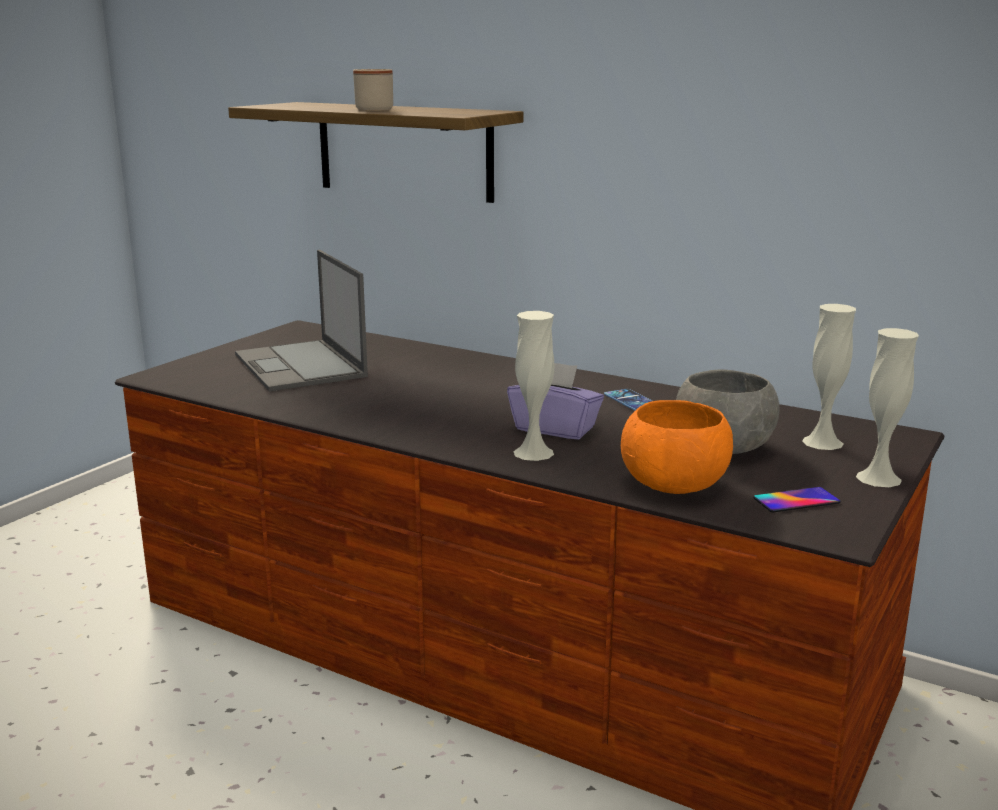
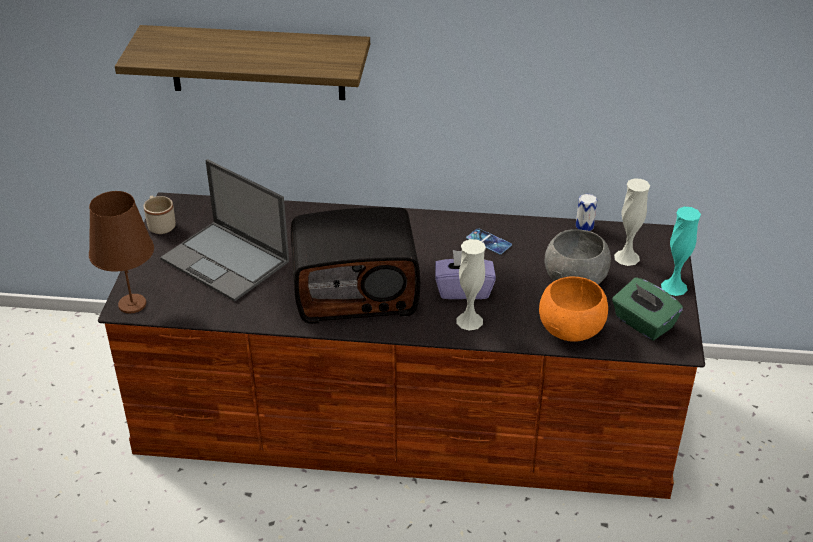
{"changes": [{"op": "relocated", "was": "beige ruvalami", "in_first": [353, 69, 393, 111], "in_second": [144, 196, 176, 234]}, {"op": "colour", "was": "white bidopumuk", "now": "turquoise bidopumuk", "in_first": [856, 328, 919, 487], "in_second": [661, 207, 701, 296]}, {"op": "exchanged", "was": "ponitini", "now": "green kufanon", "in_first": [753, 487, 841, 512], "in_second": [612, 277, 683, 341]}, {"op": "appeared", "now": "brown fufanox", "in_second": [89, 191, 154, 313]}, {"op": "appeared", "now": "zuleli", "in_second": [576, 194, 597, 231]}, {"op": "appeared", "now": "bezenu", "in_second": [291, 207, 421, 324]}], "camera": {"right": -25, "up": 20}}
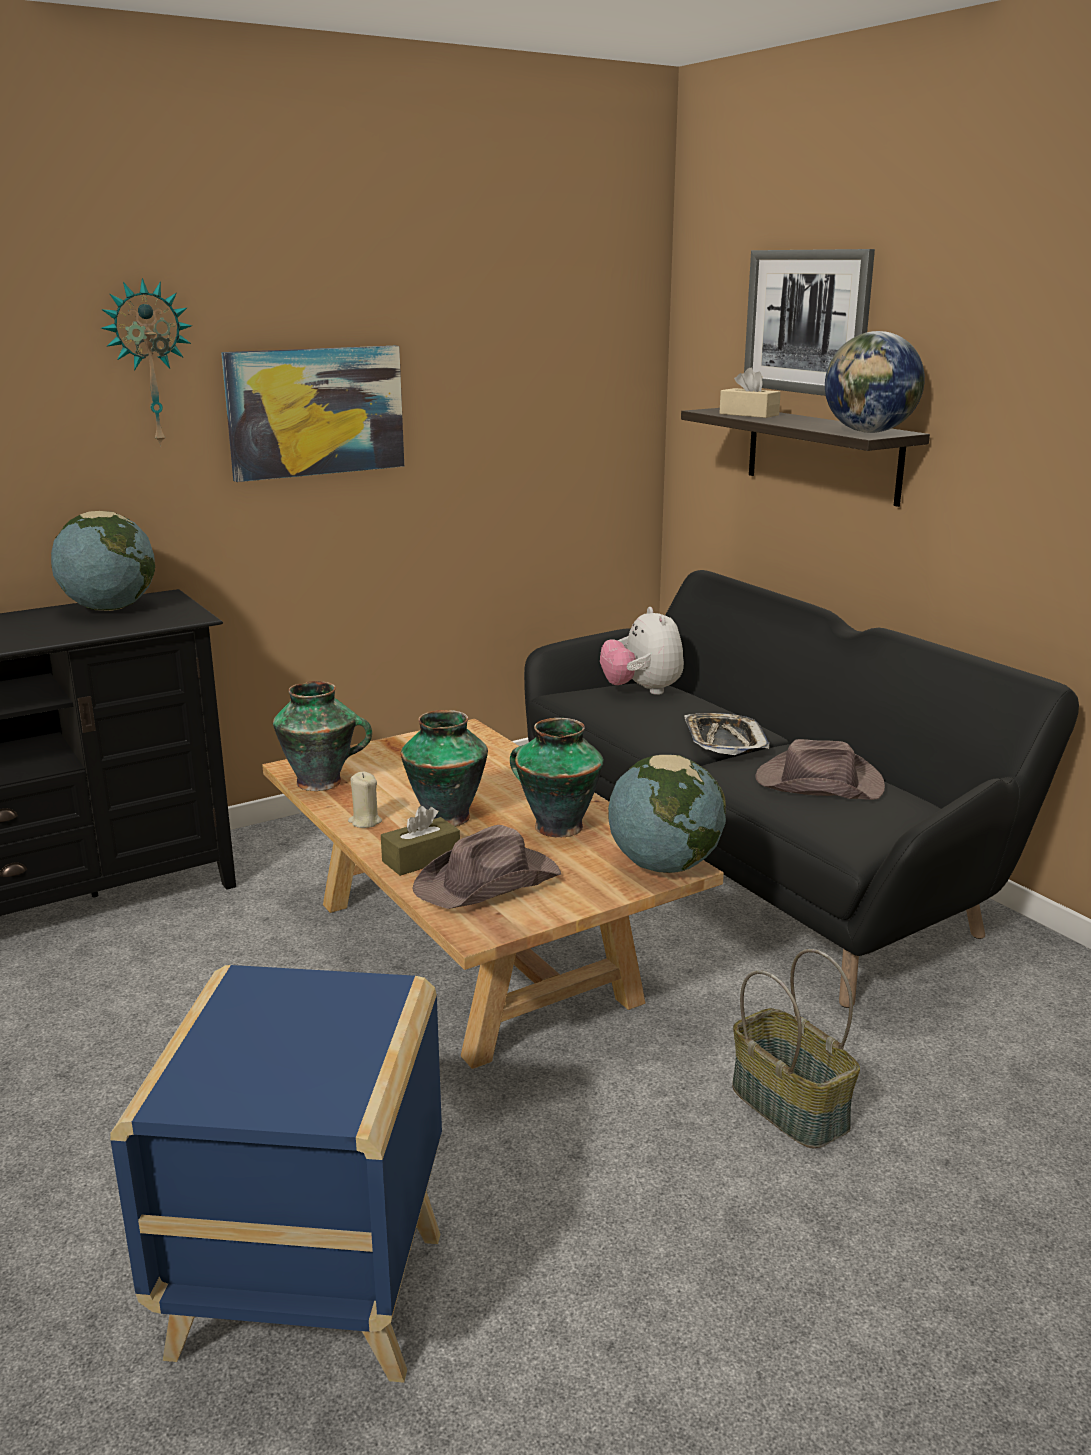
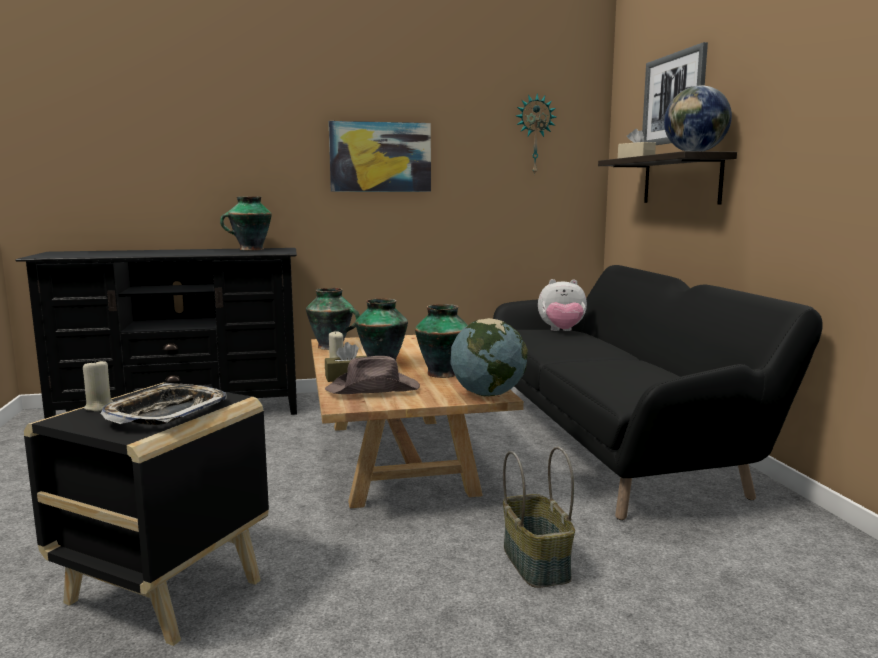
{"changes": [{"op": "relocated", "was": "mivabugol", "in_first": [101, 278, 192, 447], "in_second": [516, 94, 556, 176]}, {"op": "exchanged", "was": "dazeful", "now": "bidopumuk", "in_first": [51, 511, 155, 611], "in_second": [220, 197, 272, 250]}, {"op": "spun", "was": "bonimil", "in_first": [600, 607, 684, 695], "in_second": [538, 279, 587, 331], "clockwise": -90}, {"op": "relocated", "was": "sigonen", "in_first": [684, 713, 769, 755], "in_second": [100, 384, 227, 425]}, {"op": "missing", "was": "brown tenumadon", "in_first": [755, 739, 885, 800]}, {"op": "colour", "was": "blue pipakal", "now": "black pipakal", "in_first": [110, 965, 442, 1383], "in_second": [24, 382, 269, 646]}, {"op": "appeared", "now": "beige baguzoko", "in_second": [83, 359, 114, 412]}], "camera": {"right": 20, "up": -10}}
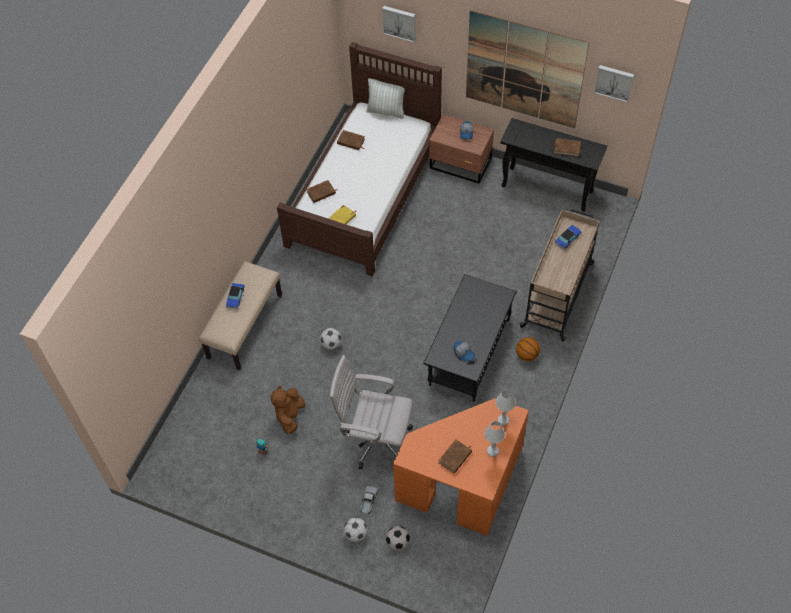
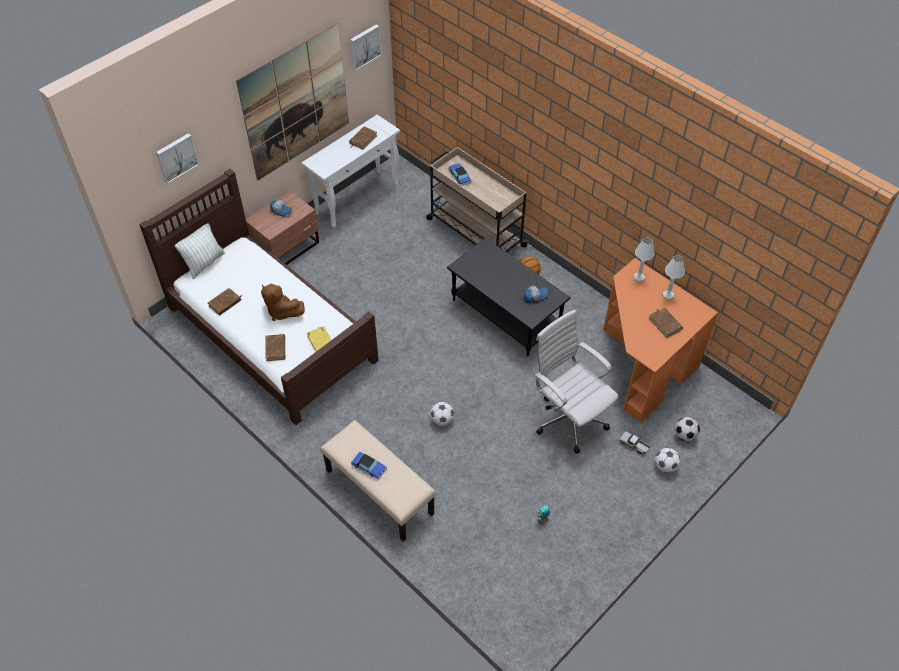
{"changes": [{"op": "colour", "was": "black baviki", "now": "white baviki", "in_first": [500, 118, 607, 212], "in_second": [302, 115, 400, 228]}, {"op": "spun", "was": "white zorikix", "in_first": [330, 355, 413, 469], "in_second": [534, 310, 619, 454], "clockwise": 105}, {"op": "relocated", "was": "brown bonimil", "in_first": [271, 386, 305, 434], "in_second": [261, 284, 305, 321]}], "camera": {"right": -70, "up": -5}}
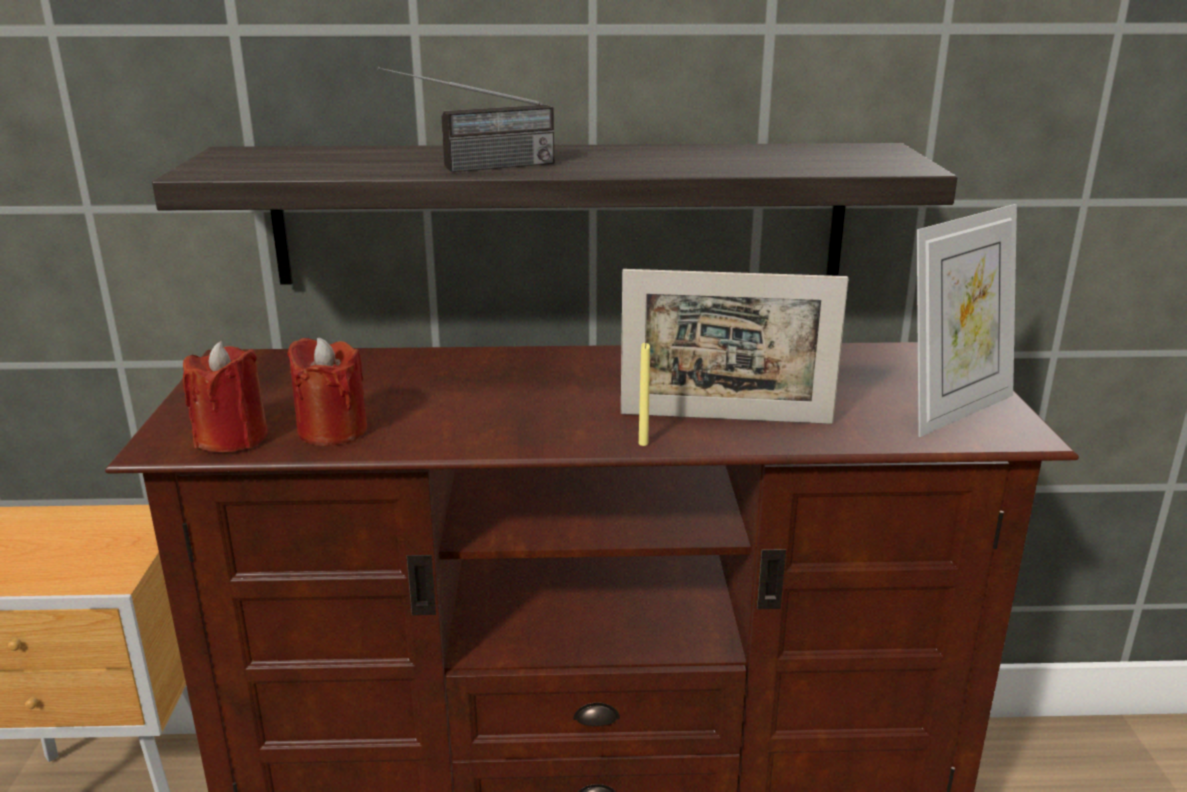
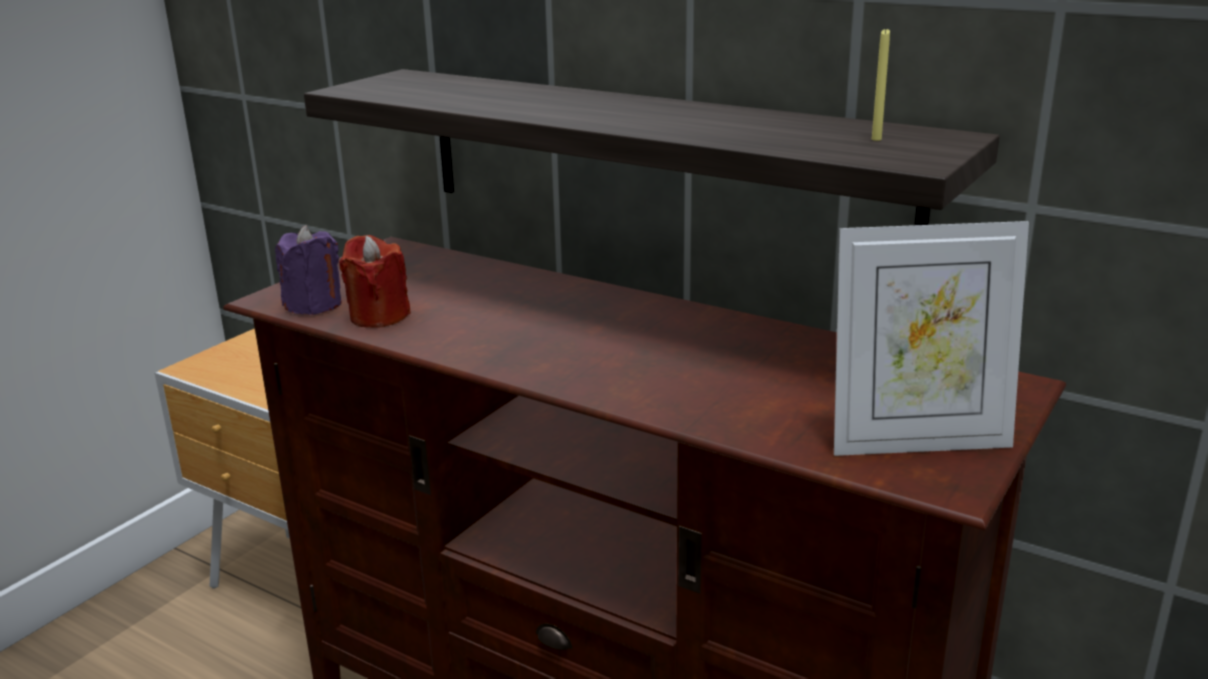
{"changes": [{"op": "missing", "was": "bezenu", "in_first": [378, 67, 554, 172]}, {"op": "missing", "was": "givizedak", "in_first": [621, 269, 849, 424]}, {"op": "colour", "was": "red baguzoko", "now": "purple baguzoko", "in_first": [183, 341, 268, 452], "in_second": [275, 225, 341, 315]}, {"op": "relocated", "was": "yellow baguzoko", "in_first": [639, 343, 650, 446], "in_second": [872, 29, 890, 141]}], "camera": {"right": 35, "up": 0}}
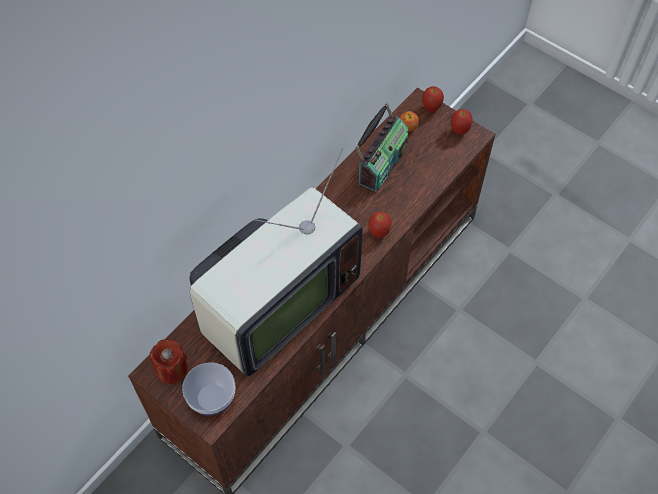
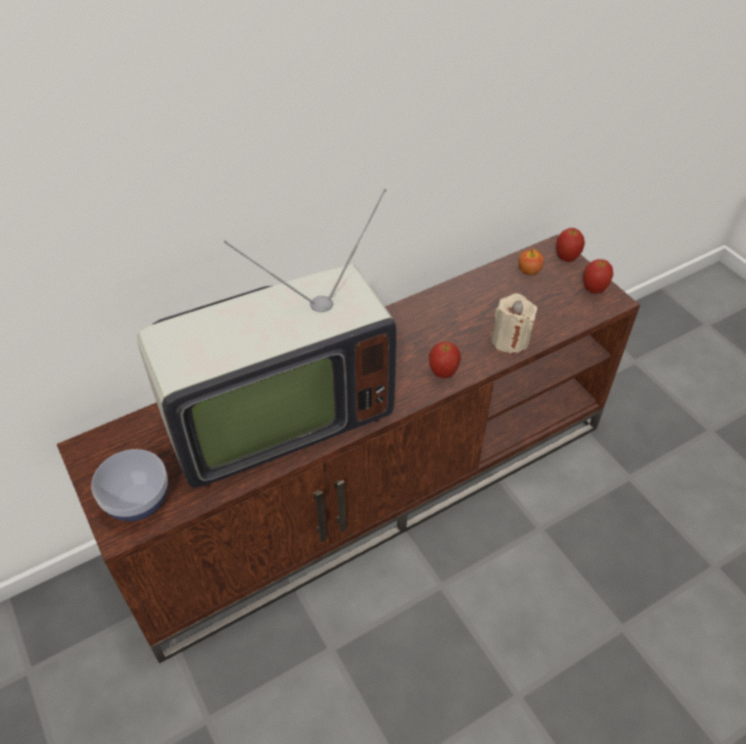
{"changes": [{"op": "missing", "was": "bezenu", "in_first": [355, 103, 409, 192]}, {"op": "missing", "was": "red baguzoko", "in_first": [149, 339, 188, 384]}, {"op": "appeared", "now": "beige baguzoko", "in_second": [492, 293, 537, 354]}], "camera": {"right": 20, "up": -10}}
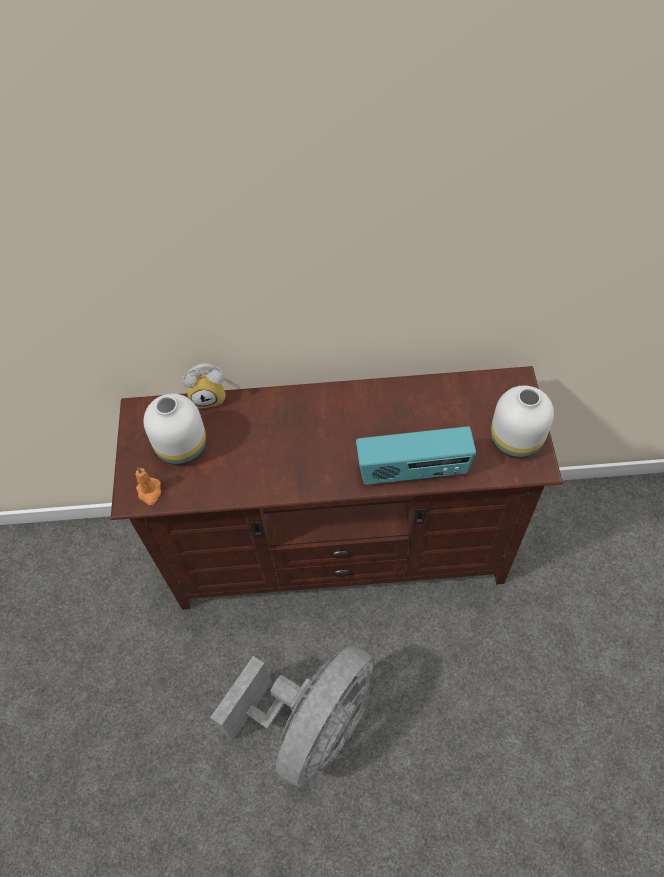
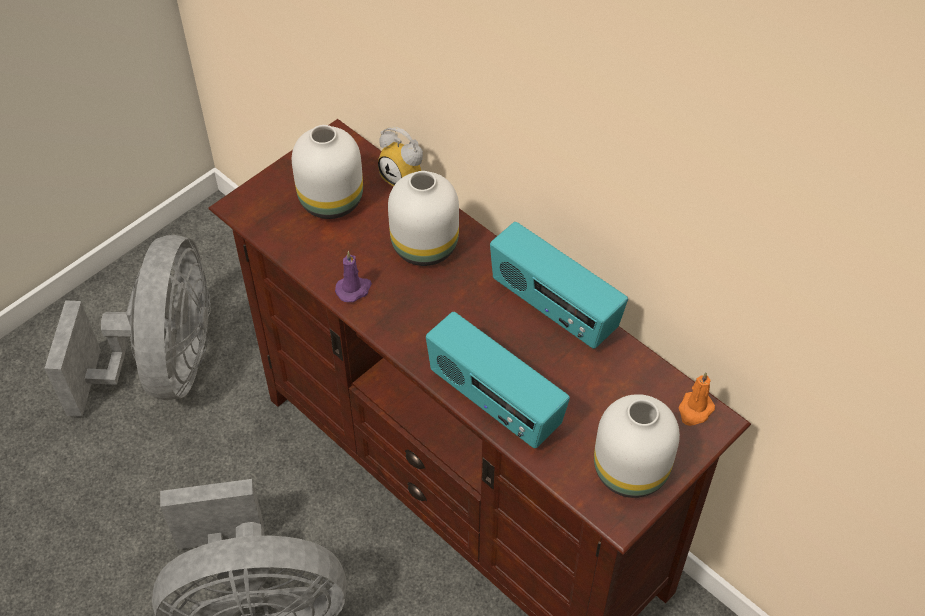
{"changes": [{"op": "relocated", "was": "orange baguzoko", "in_first": [135, 467, 161, 505], "in_second": [678, 372, 715, 426]}, {"op": "appeared", "now": "white bidopumuk", "in_second": [388, 171, 459, 266]}, {"op": "appeared", "now": "bezenu", "in_second": [490, 222, 628, 349]}, {"op": "appeared", "now": "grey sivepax", "in_second": [44, 235, 211, 417]}, {"op": "appeared", "now": "purple baguzoko", "in_second": [335, 251, 372, 302]}], "camera": {"right": 45, "up": -5}}
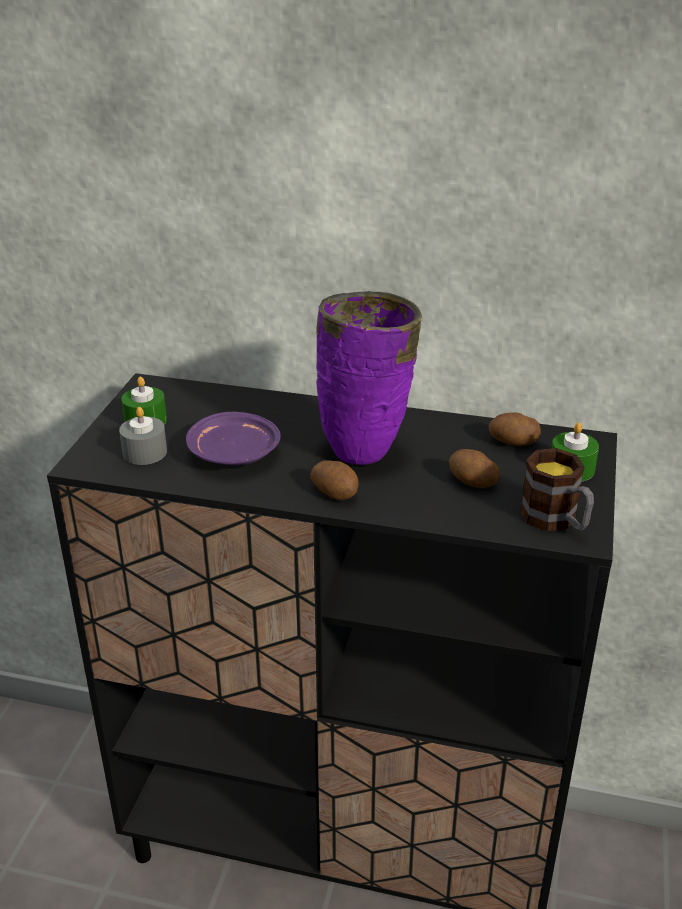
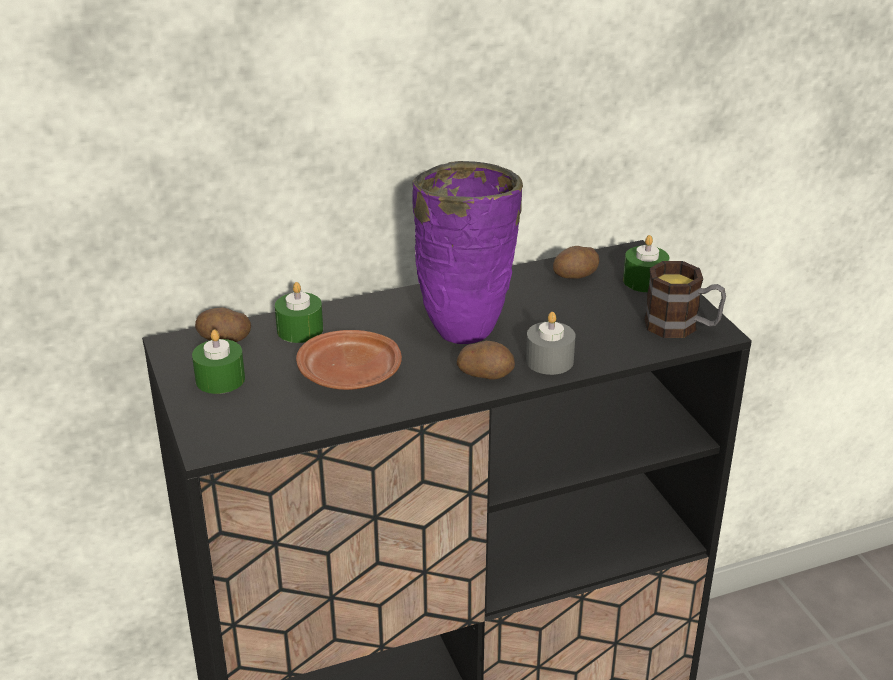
{"changes": [{"op": "relocated", "was": "grey baguzoko", "in_first": [119, 407, 167, 465], "in_second": [526, 312, 575, 375]}, {"op": "colour", "was": "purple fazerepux", "now": "brown fazerepux", "in_first": [186, 412, 281, 465], "in_second": [296, 330, 402, 390]}, {"op": "relocated", "was": "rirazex", "in_first": [449, 449, 500, 488], "in_second": [195, 307, 251, 342]}, {"op": "appeared", "now": "green baguzoko", "in_second": [275, 282, 323, 343]}], "camera": {"right": -35, "up": 0}}
